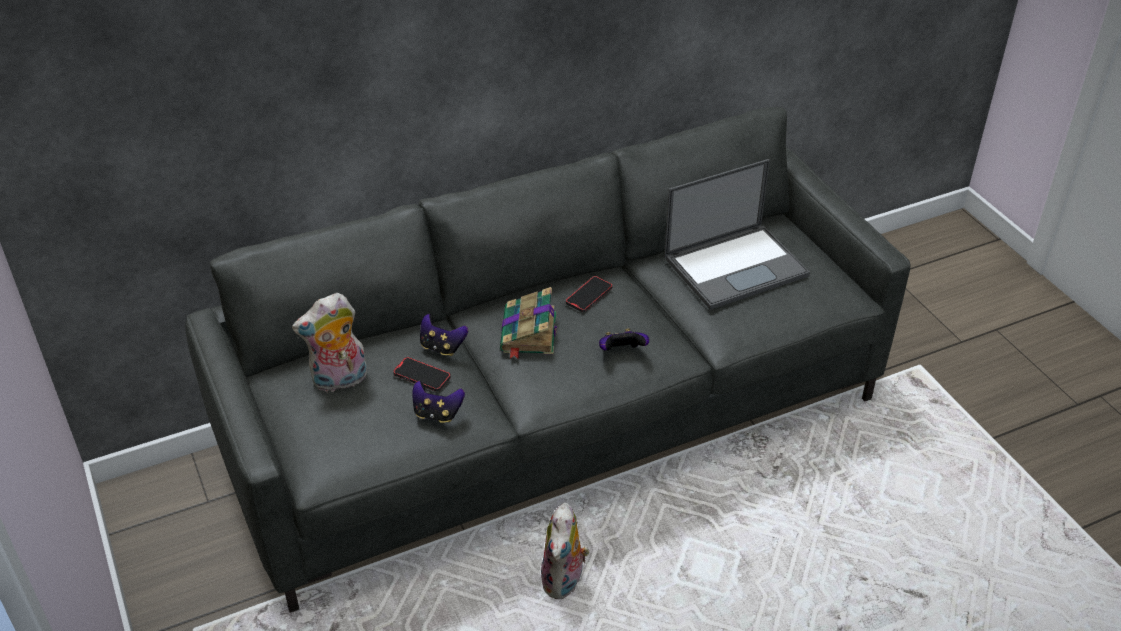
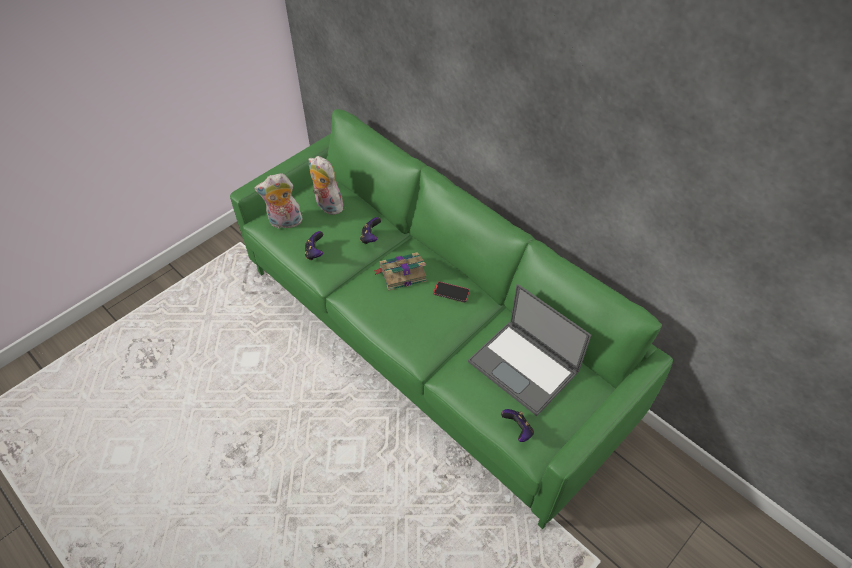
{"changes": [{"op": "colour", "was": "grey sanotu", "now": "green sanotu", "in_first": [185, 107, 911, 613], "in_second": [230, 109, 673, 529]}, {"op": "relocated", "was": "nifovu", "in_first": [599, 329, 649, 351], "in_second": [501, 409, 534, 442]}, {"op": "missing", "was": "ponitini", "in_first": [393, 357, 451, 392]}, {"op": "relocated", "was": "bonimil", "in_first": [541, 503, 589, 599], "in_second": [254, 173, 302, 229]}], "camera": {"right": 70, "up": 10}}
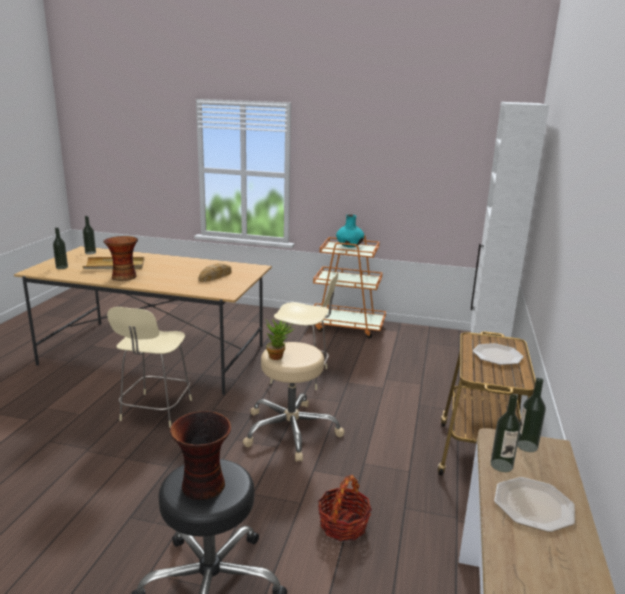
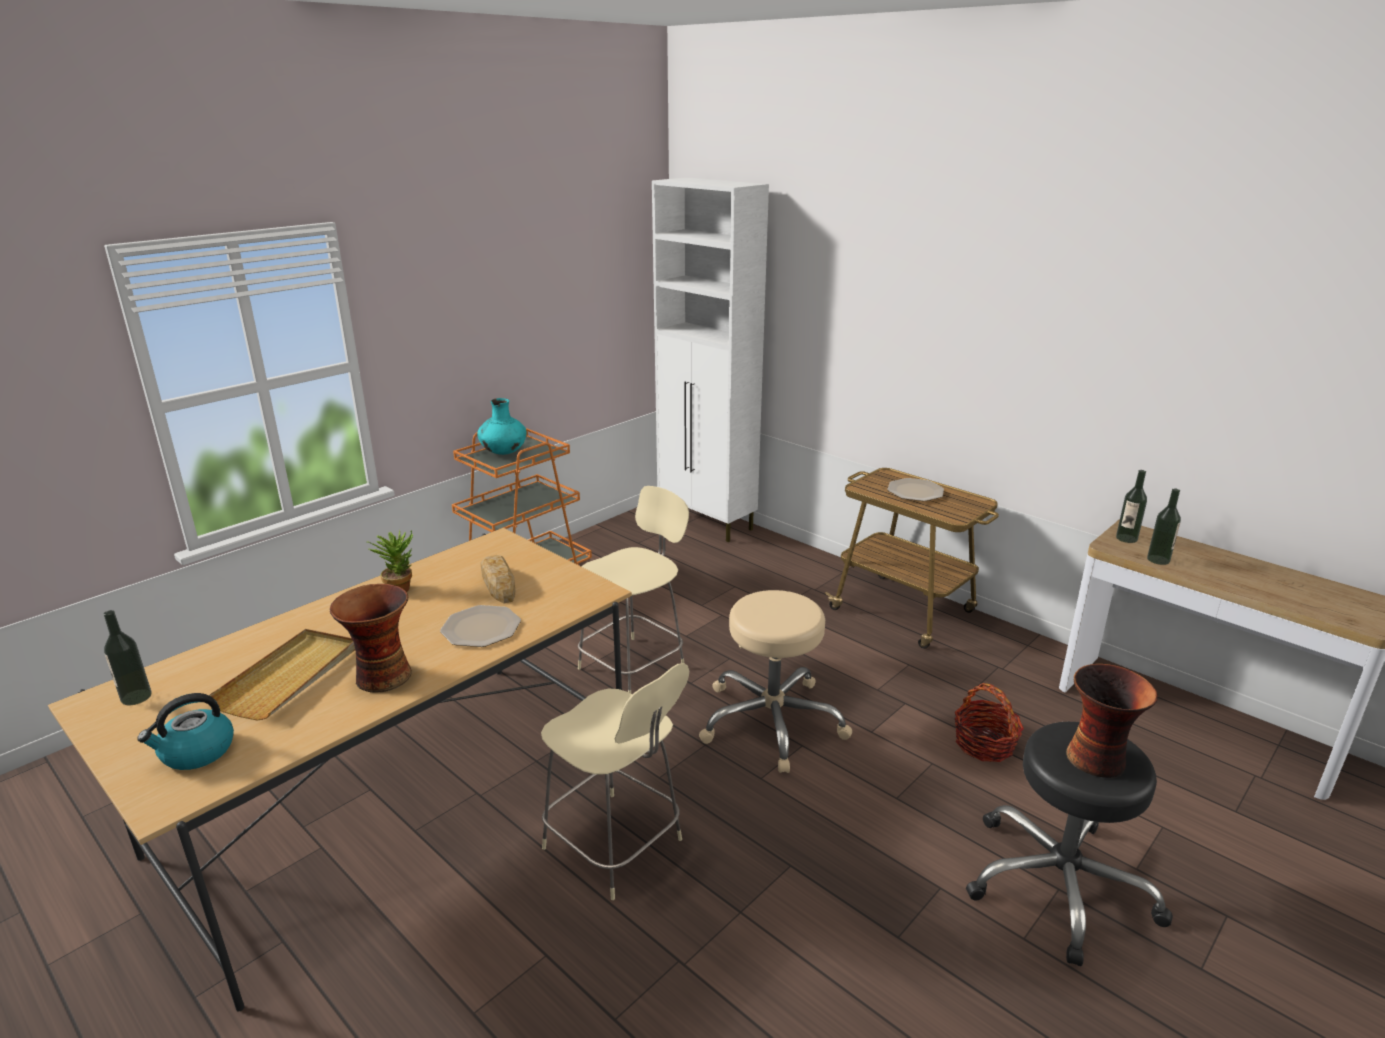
{"changes": [{"op": "exchanged", "was": "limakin", "now": "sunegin", "in_first": [53, 227, 68, 269], "in_second": [137, 693, 234, 770]}, {"op": "relocated", "was": "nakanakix", "in_first": [265, 319, 295, 360], "in_second": [368, 530, 413, 592]}, {"op": "relocated", "was": "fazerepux", "in_first": [494, 477, 575, 532], "in_second": [440, 605, 521, 647]}], "camera": {"right": -60, "up": 5}}
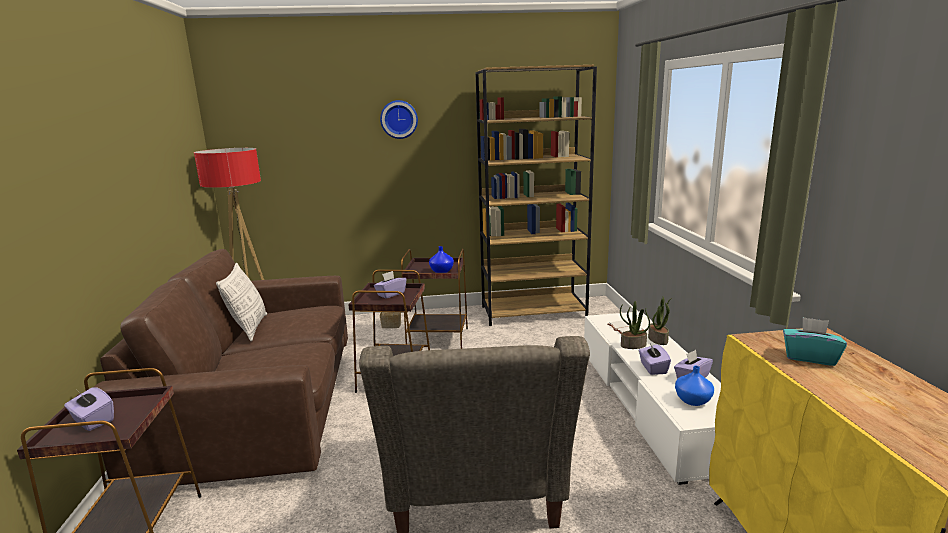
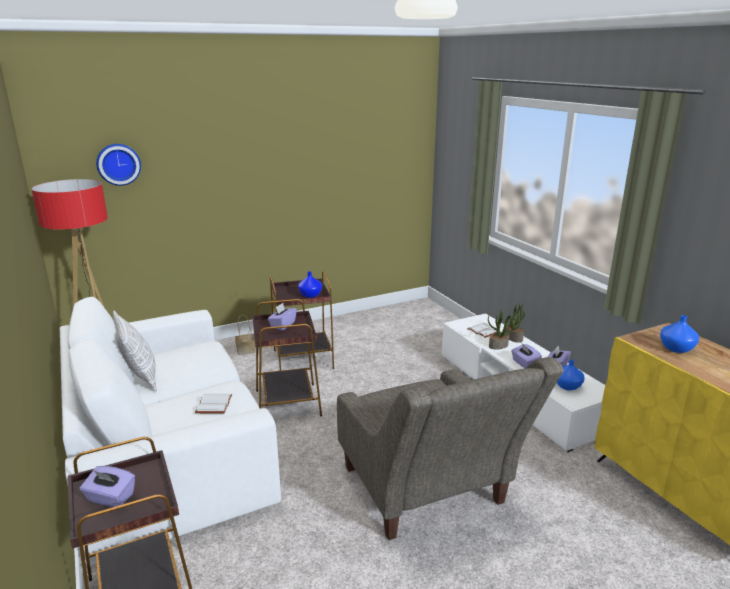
{"changes": [{"op": "missing", "was": "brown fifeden", "in_first": [475, 65, 597, 326]}, {"op": "relocated", "was": "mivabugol", "in_first": [380, 100, 418, 139], "in_second": [96, 144, 141, 186]}, {"op": "colour", "was": "brown sanotu", "now": "white sanotu", "in_first": [94, 249, 348, 485], "in_second": [60, 297, 281, 565]}, {"op": "exchanged", "was": "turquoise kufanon", "now": "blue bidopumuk", "in_first": [783, 317, 847, 366], "in_second": [660, 315, 699, 353]}, {"op": "appeared", "now": "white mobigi", "in_second": [195, 394, 232, 414]}], "camera": {"right": -20, "up": 5}}
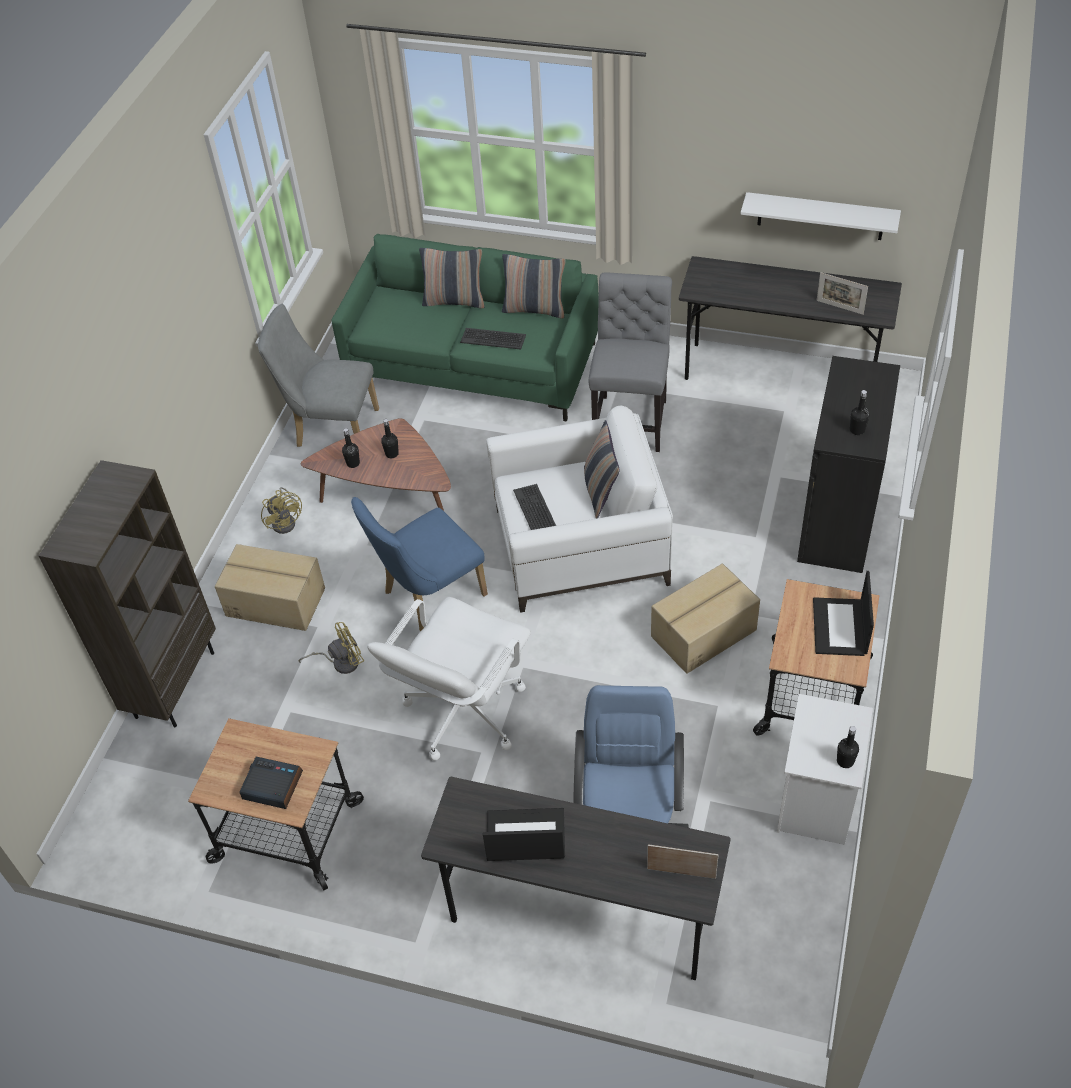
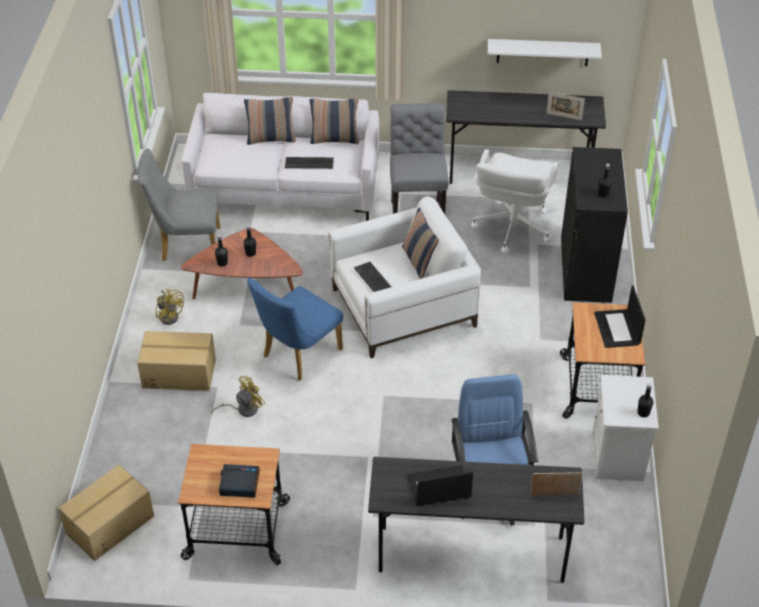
{"changes": [{"op": "colour", "was": "green sanotu", "now": "white sanotu", "in_first": [331, 234, 599, 422], "in_second": [181, 93, 379, 221]}, {"op": "missing", "was": "brown fifeden", "in_first": [39, 460, 216, 727]}, {"op": "relocated", "was": "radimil", "in_first": [651, 564, 760, 674], "in_second": [58, 465, 154, 561]}, {"op": "relocated", "was": "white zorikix", "in_first": [367, 597, 531, 761], "in_second": [471, 149, 558, 253]}], "camera": {"right": -15, "up": -5}}
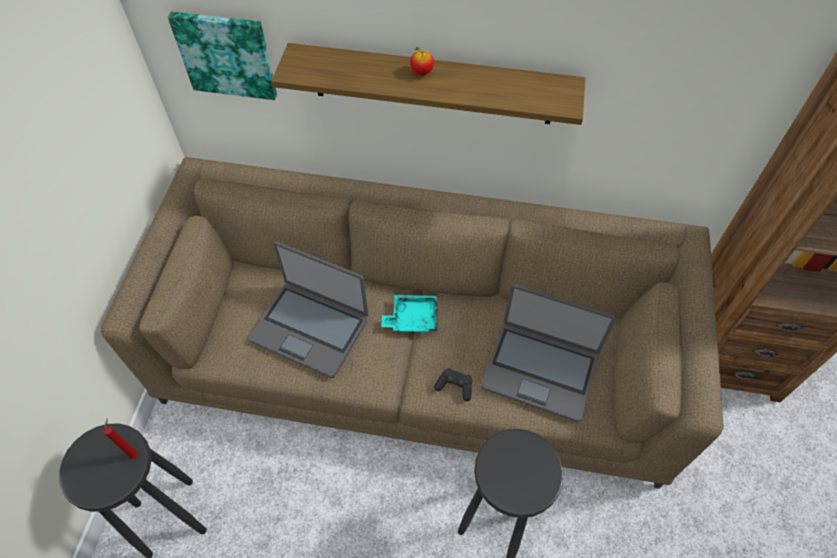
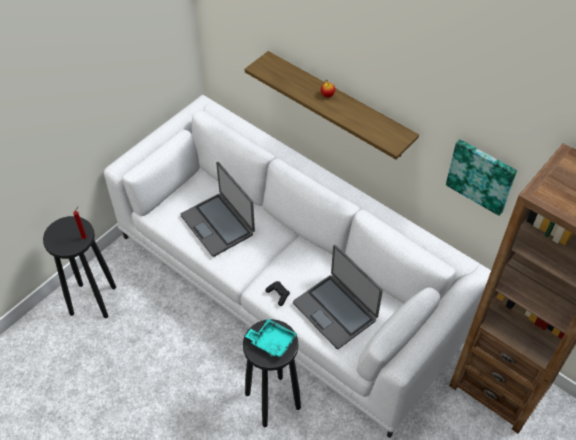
{"changes": [{"op": "relocated", "was": "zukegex", "in_first": [168, 12, 277, 100], "in_second": [446, 139, 517, 216]}, {"op": "colour", "was": "brown sanotu", "now": "white sanotu", "in_first": [101, 157, 723, 489], "in_second": [104, 95, 491, 438]}, {"op": "relocated", "was": "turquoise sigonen", "in_first": [381, 295, 437, 334], "in_second": [245, 319, 297, 358]}], "camera": {"right": 30, "up": -5}}
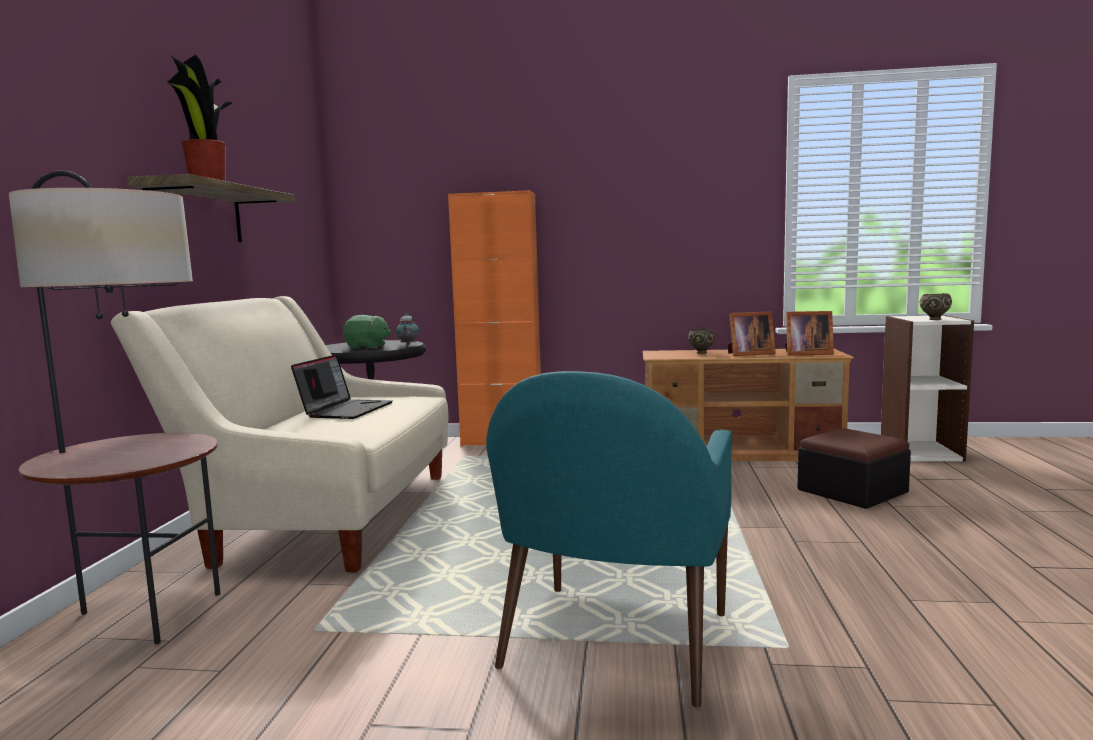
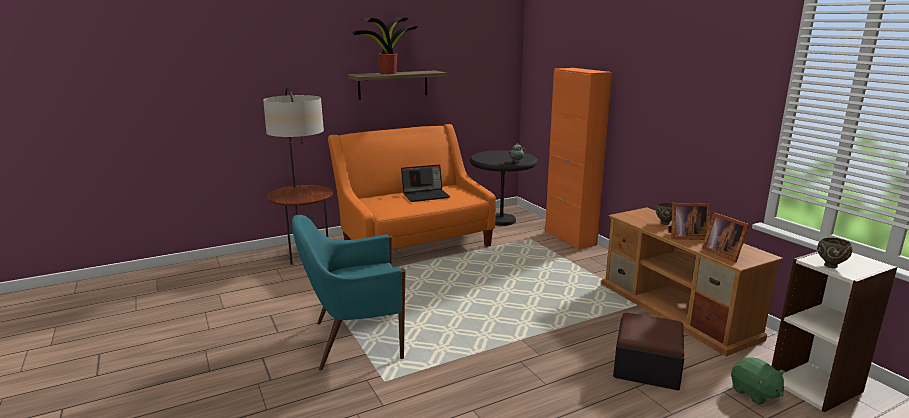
{"changes": [{"op": "colour", "was": "beige sanotu", "now": "orange sanotu", "in_first": [111, 296, 449, 572], "in_second": [328, 124, 496, 249]}, {"op": "spun", "was": "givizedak", "in_first": [728, 311, 776, 356], "in_second": [668, 203, 711, 240], "clockwise": -45}, {"op": "relocated", "was": "green bonimil", "in_first": [343, 315, 391, 349], "in_second": [731, 358, 785, 405]}], "camera": {"right": 55, "up": 10}}
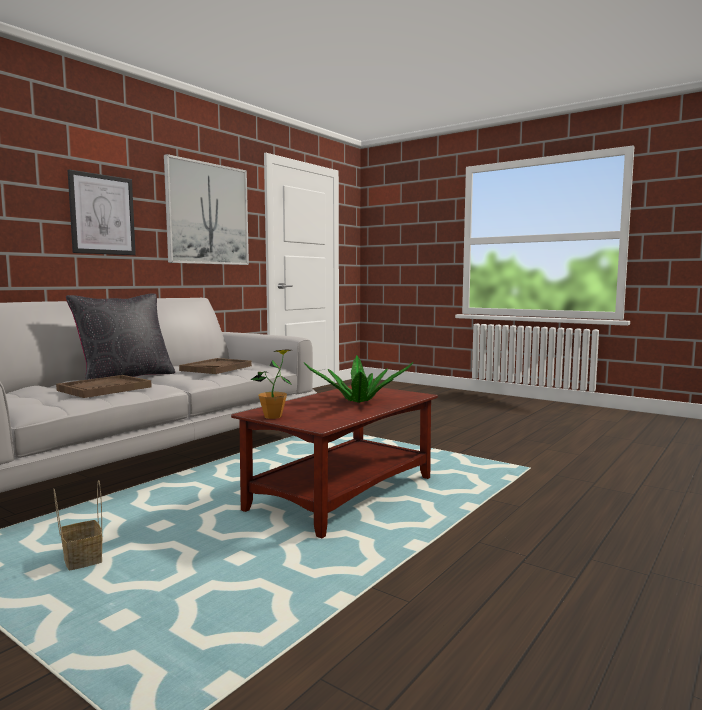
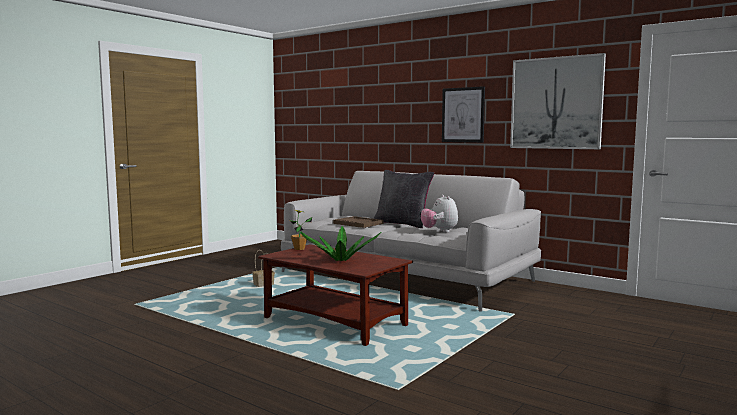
{"changes": [{"op": "exchanged", "was": "brown sigonen", "now": "bonimil", "in_first": [179, 358, 252, 374], "in_second": [421, 195, 458, 232]}], "camera": {"right": 90, "up": 0}}
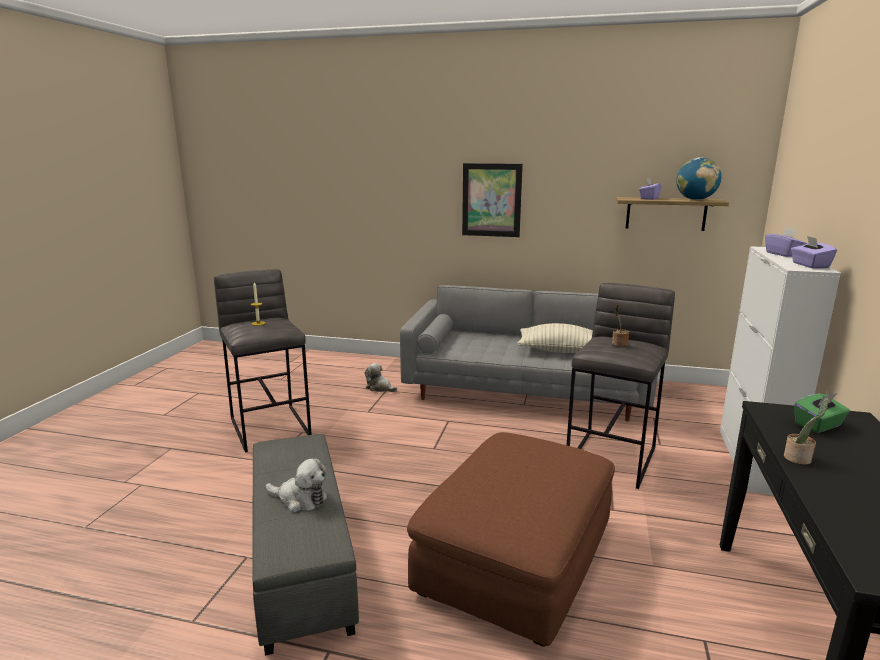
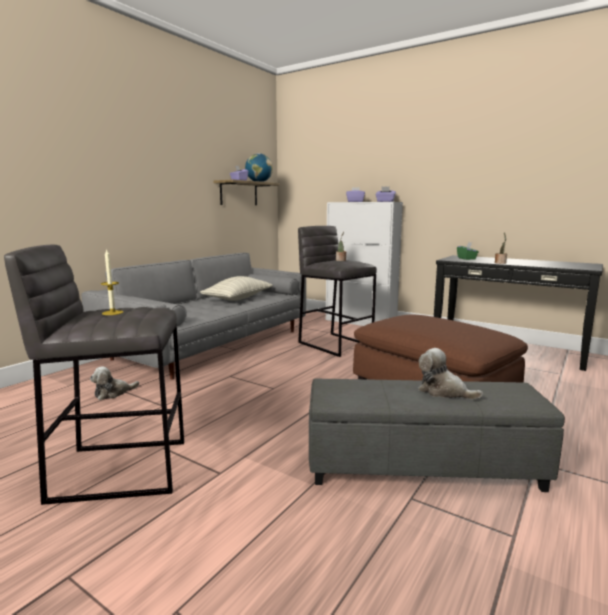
{"changes": [{"op": "missing", "was": "zukegex", "in_first": [462, 163, 523, 237]}, {"op": "spun", "was": "bonimil", "in_first": [265, 459, 327, 512], "in_second": [418, 348, 483, 400], "clockwise": -90}], "camera": {"right": -70, "up": -5}}
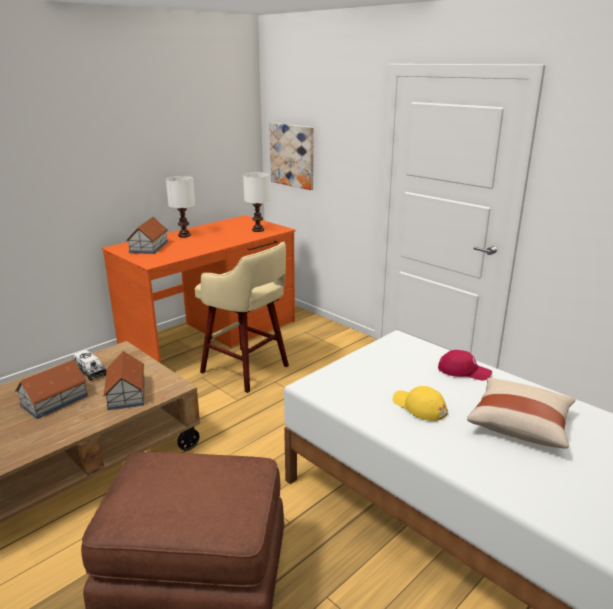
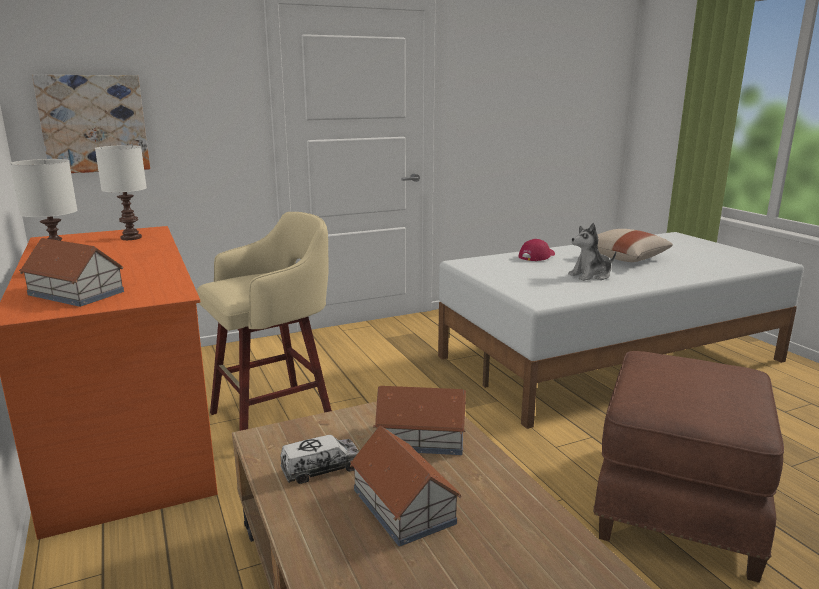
{"changes": [{"op": "exchanged", "was": "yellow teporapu", "now": "bonimil", "in_first": [393, 386, 448, 421], "in_second": [568, 223, 616, 281]}], "camera": {"right": -70, "up": -5}}
